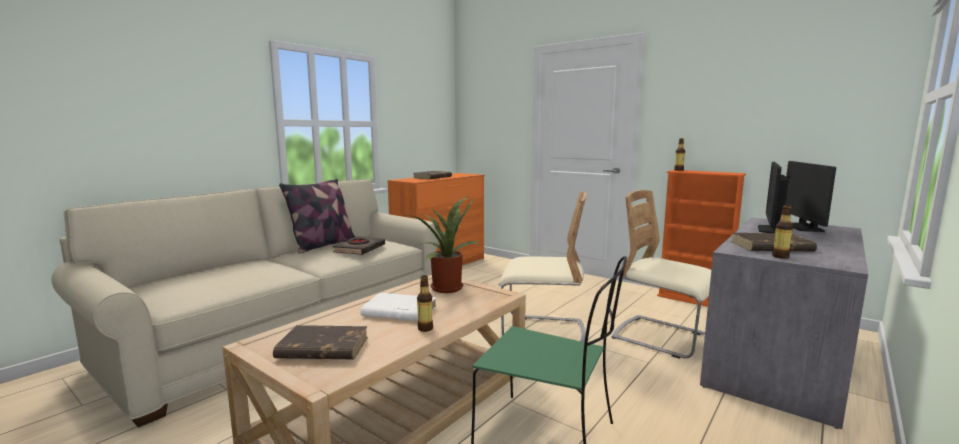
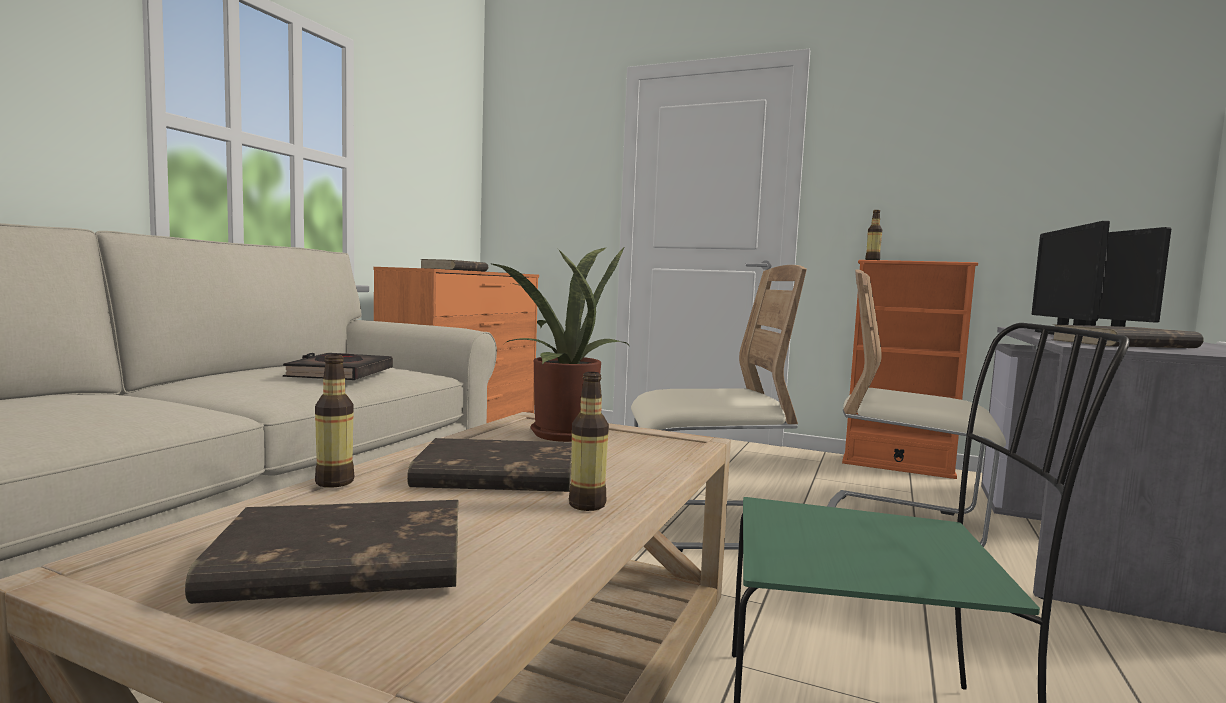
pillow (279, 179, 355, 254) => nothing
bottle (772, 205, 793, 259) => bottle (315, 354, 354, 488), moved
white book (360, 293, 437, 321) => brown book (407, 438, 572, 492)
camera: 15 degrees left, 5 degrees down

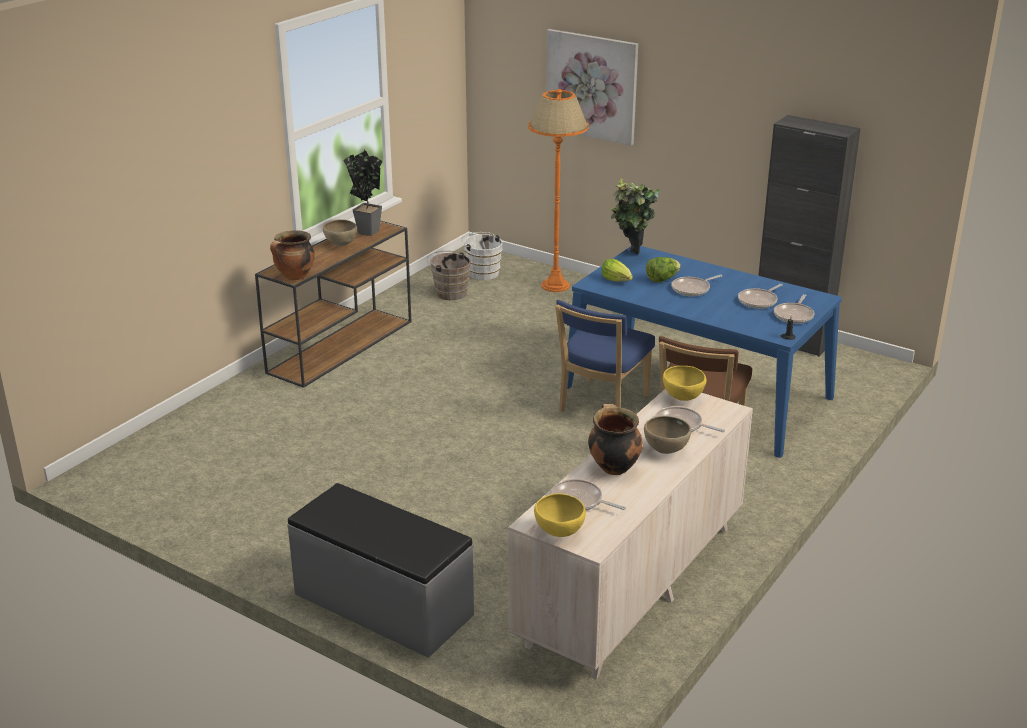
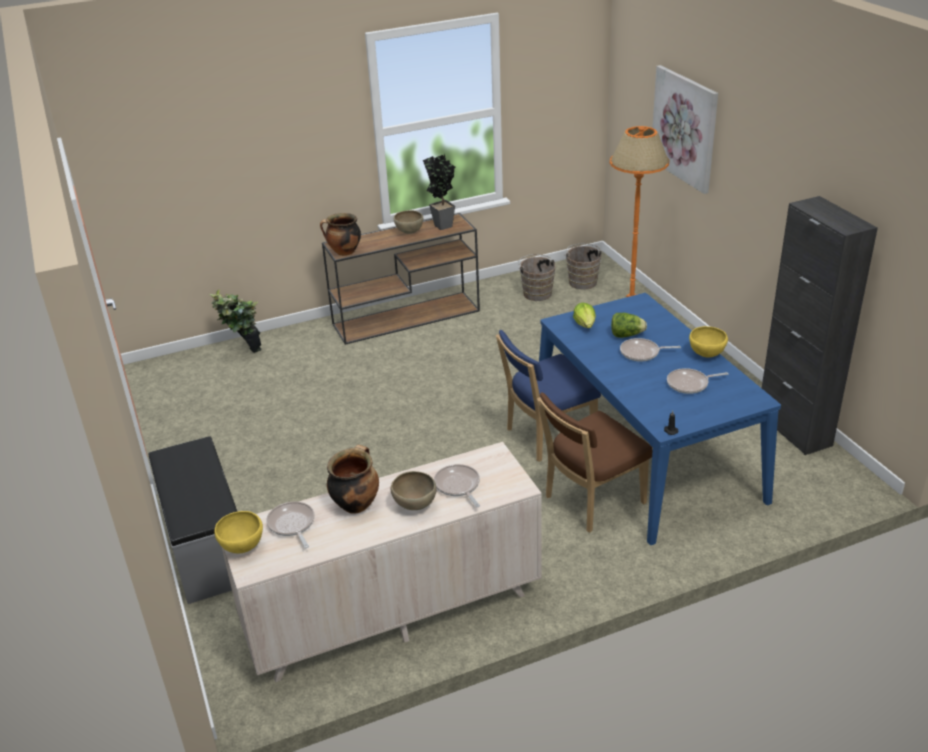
potted plant (610, 179, 660, 254) => potted plant (210, 290, 261, 353), moved
white bucket (461, 232, 503, 280) => brown bucket (564, 243, 603, 290)
frying pan (774, 294, 814, 324) => nothing
yellow bowl (663, 366, 707, 401) => yellow bowl (689, 326, 728, 358), moved
camera: 35 degrees right, 5 degrees up

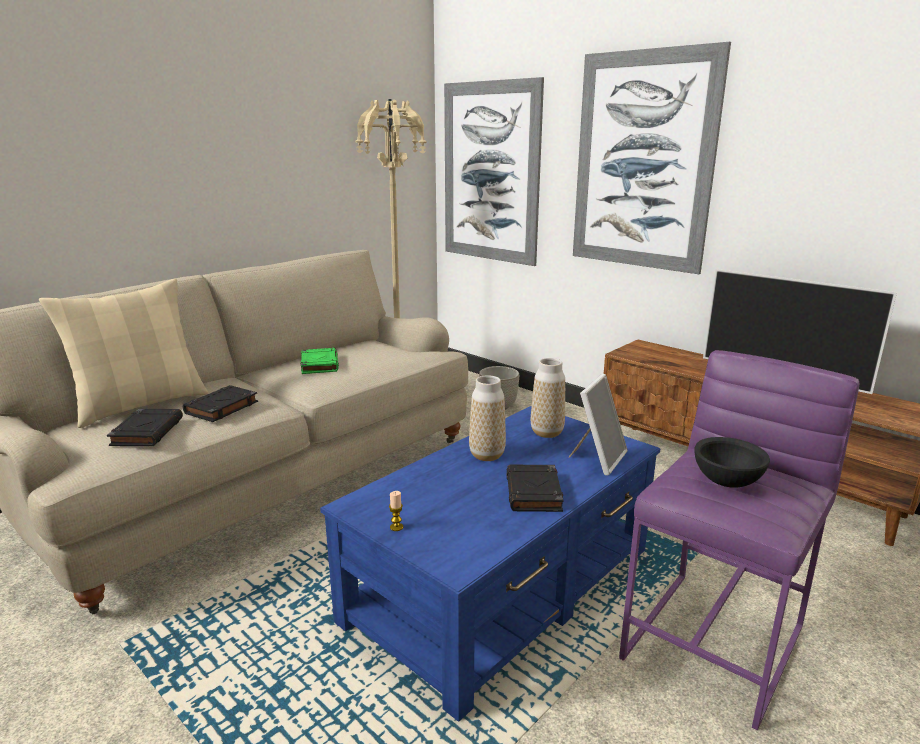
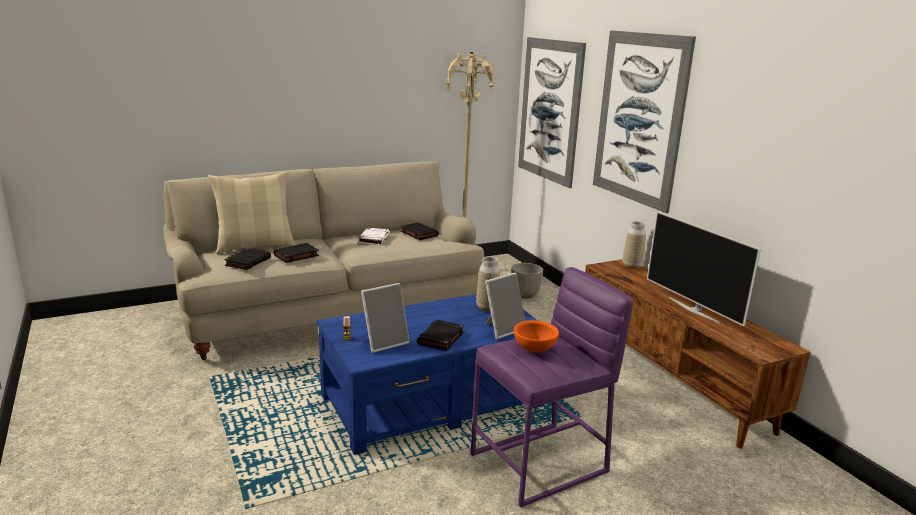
green book (300, 348, 339, 374) => white book (358, 228, 391, 245)
vase (469, 375, 506, 461) => vase (623, 221, 646, 269), moved
black bowl (694, 437, 770, 488) => orange bowl (514, 320, 559, 353)
nothing => black book (401, 222, 439, 240)
nothing => picture frame (361, 283, 410, 353)
camera: 20 degrees right, 0 degrees up

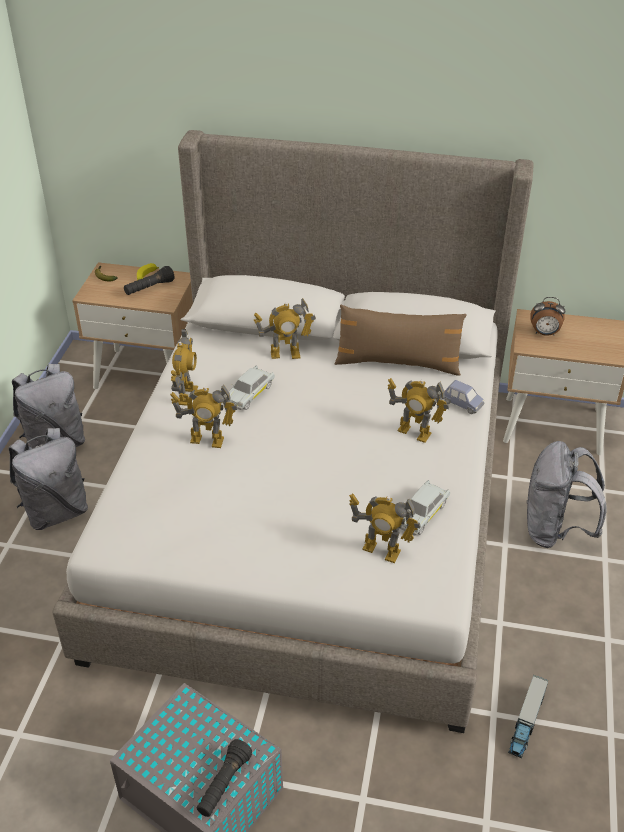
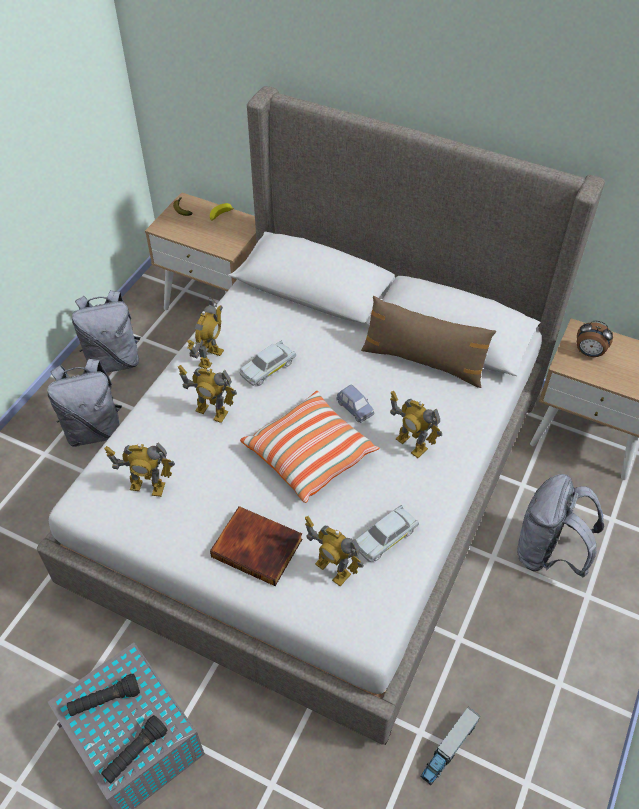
black flashlight (124, 266, 174, 295) => black flashlight (67, 674, 140, 716), moved
toy robot (254, 298, 316, 359) => toy robot (104, 442, 175, 497), moved
blue toy car (443, 380, 485, 414) => blue toy car (336, 384, 375, 423), moved
nothing => pillow (240, 391, 379, 503)
nothing => book (210, 506, 302, 586)
camera: 15 degrees right, 10 degrees up

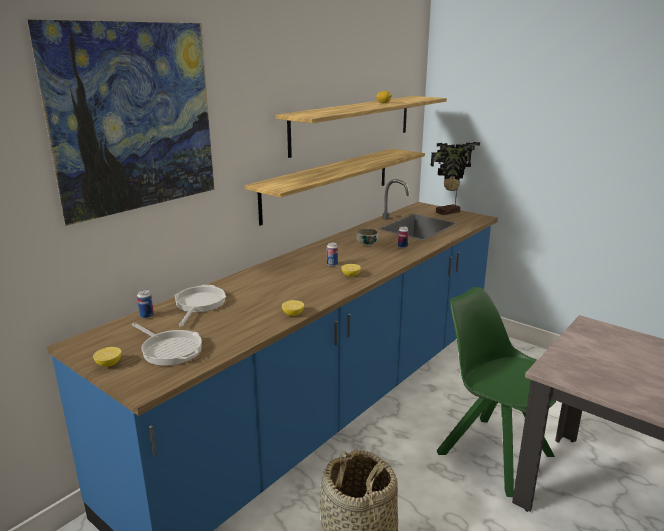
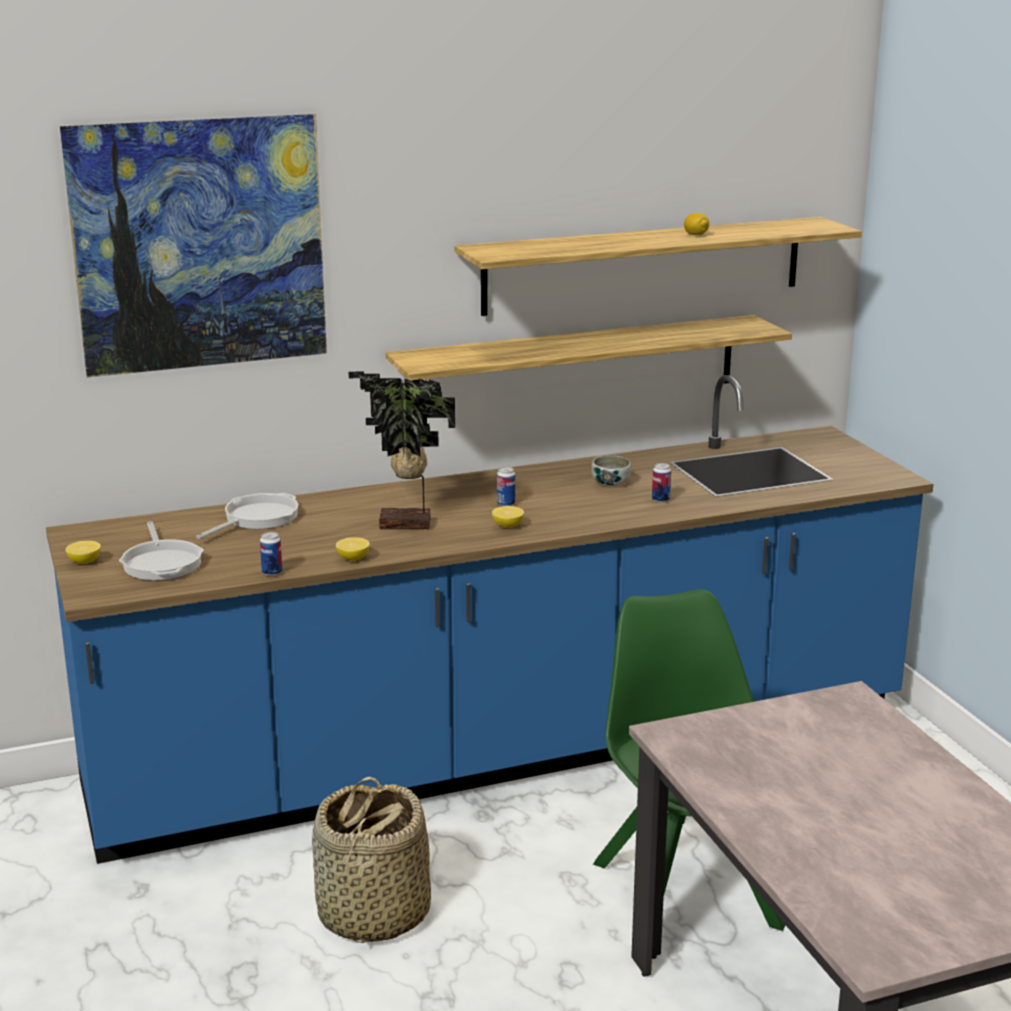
potted plant (431, 142, 480, 215) => potted plant (349, 372, 455, 529), moved
can (137, 290, 154, 319) => can (260, 532, 282, 576), moved
camera: 30 degrees right, 0 degrees up

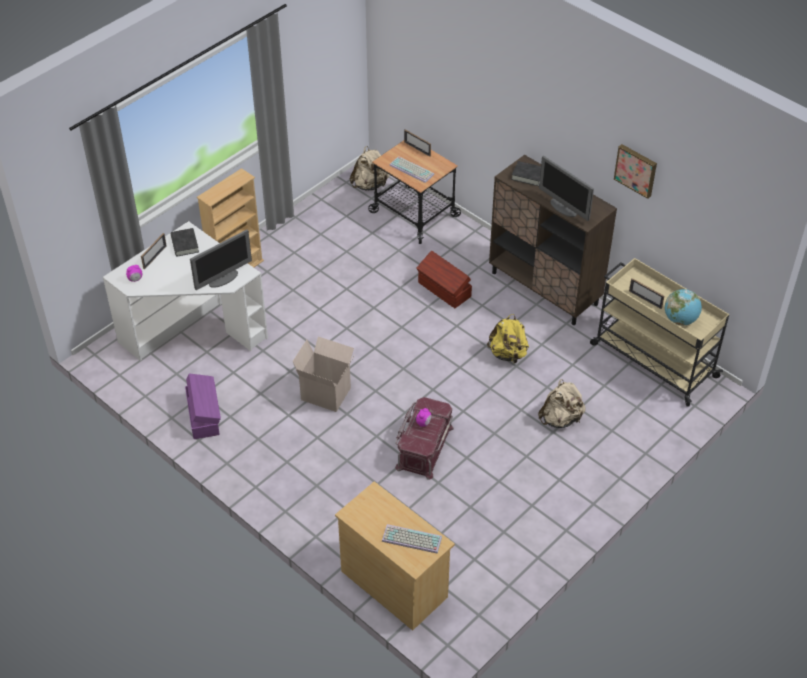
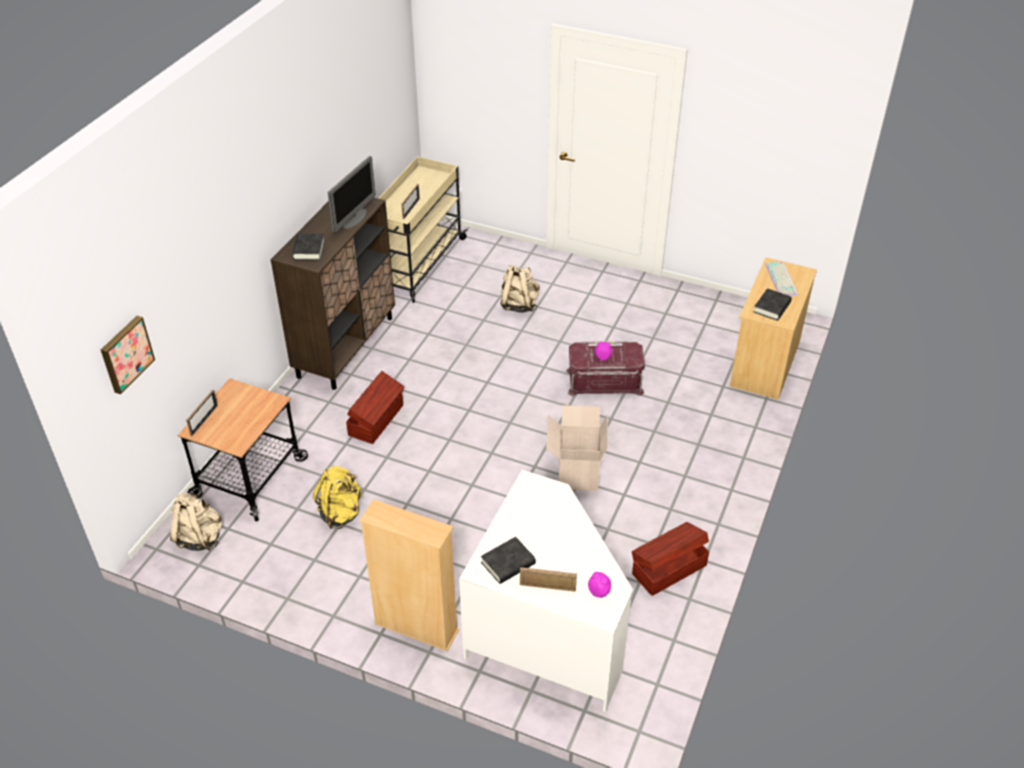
picture (614, 144, 657, 199) => picture (101, 316, 155, 394), moved
keyboard (389, 156, 434, 183) => nothing
monitor (190, 230, 252, 290) => nothing
globe (665, 289, 702, 326) => nothing
yellow backpack (487, 314, 529, 363) => yellow backpack (313, 466, 363, 529), moved
purple storage box (185, 374, 221, 439) => brown storage box (632, 522, 709, 596)
nothing => black book (754, 288, 792, 321)
camera: 110 degrees left, 5 degrees down

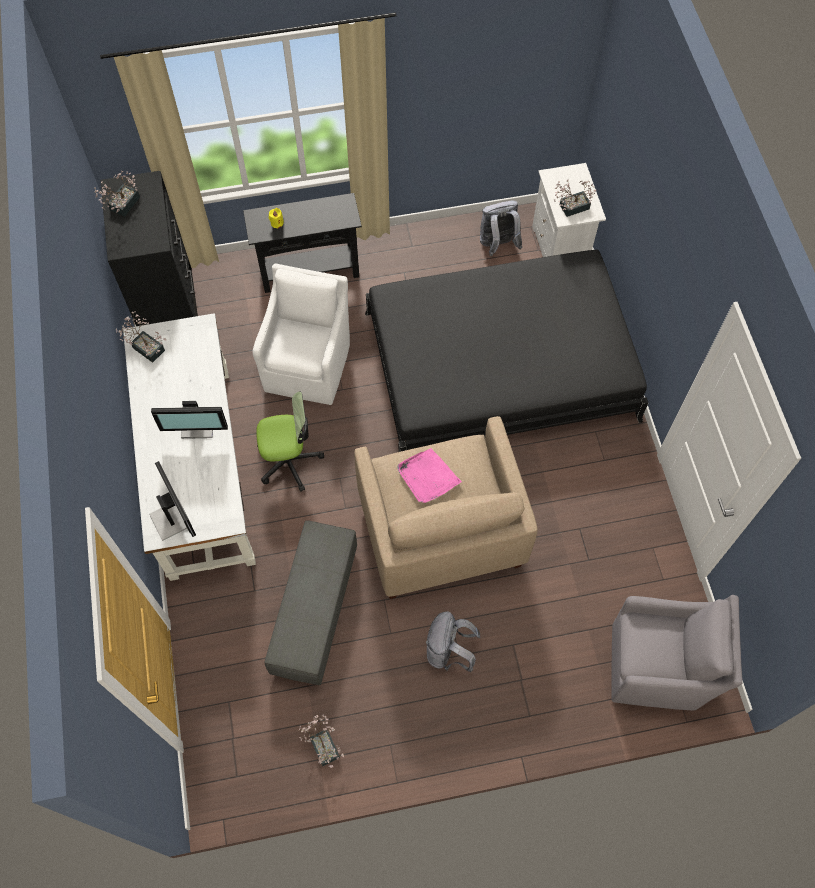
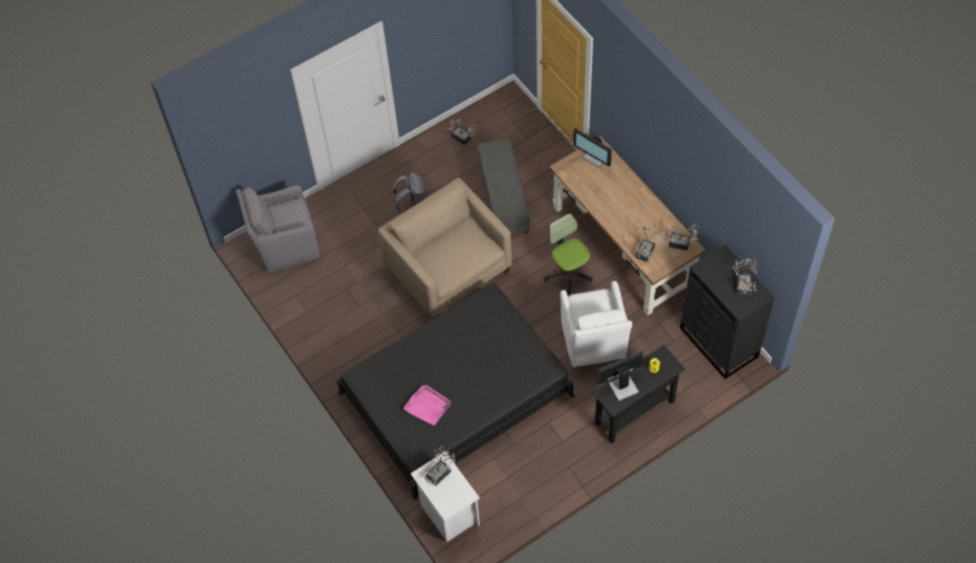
grey backpack (480, 200, 523, 256) => nothing
white desk (123, 313, 256, 581) => brown desk (549, 136, 706, 315)
office chair (256, 391, 324, 491) => office chair (544, 214, 593, 295), 90 degrees clockwise
monitor (151, 401, 228, 439) => monitor (598, 351, 644, 401), moved
pink tray (398, 448, 462, 503) => pink tray (404, 385, 451, 425), moved
nothing => potted plant (635, 224, 660, 262)
camera: 160 degrees right, 5 degrees down

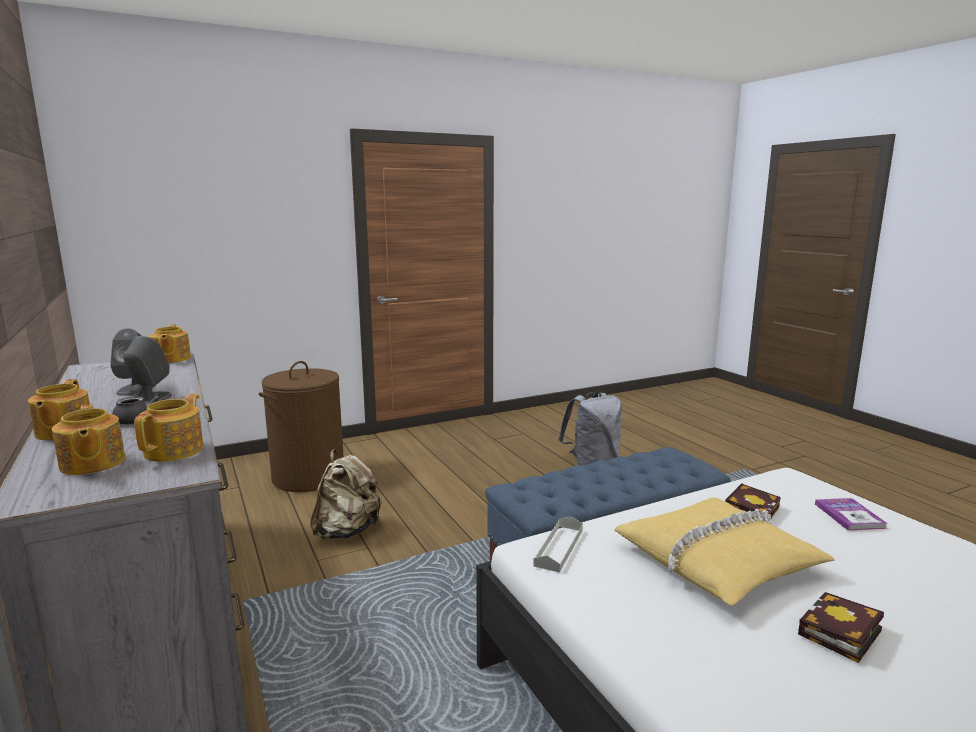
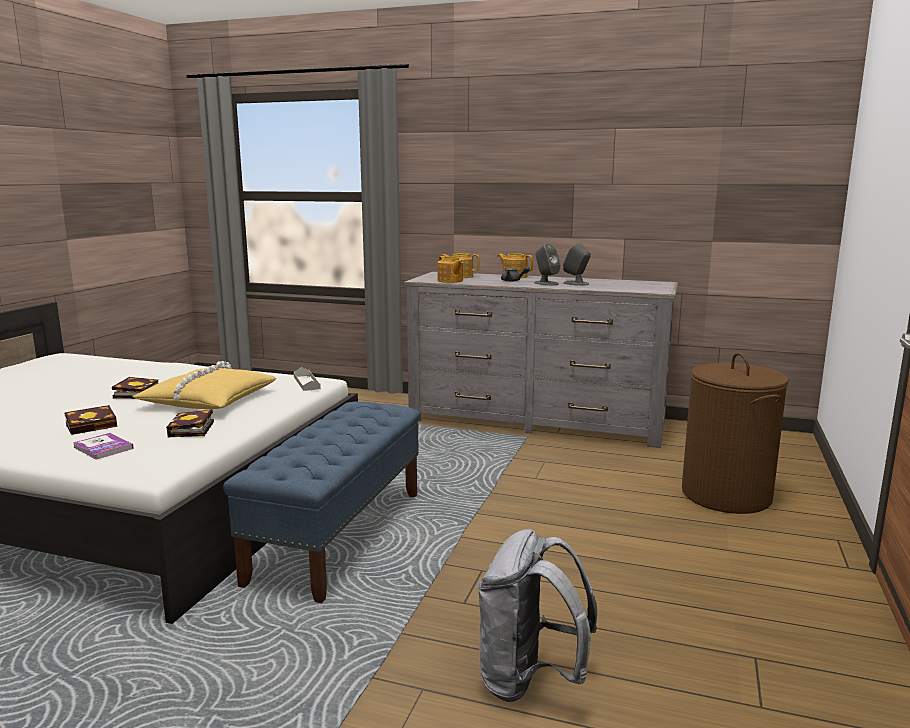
teapot (150, 325, 191, 363) => nothing
beige backpack (310, 449, 382, 539) => nothing
nothing => book (64, 405, 117, 435)
camera: 135 degrees right, 0 degrees up

